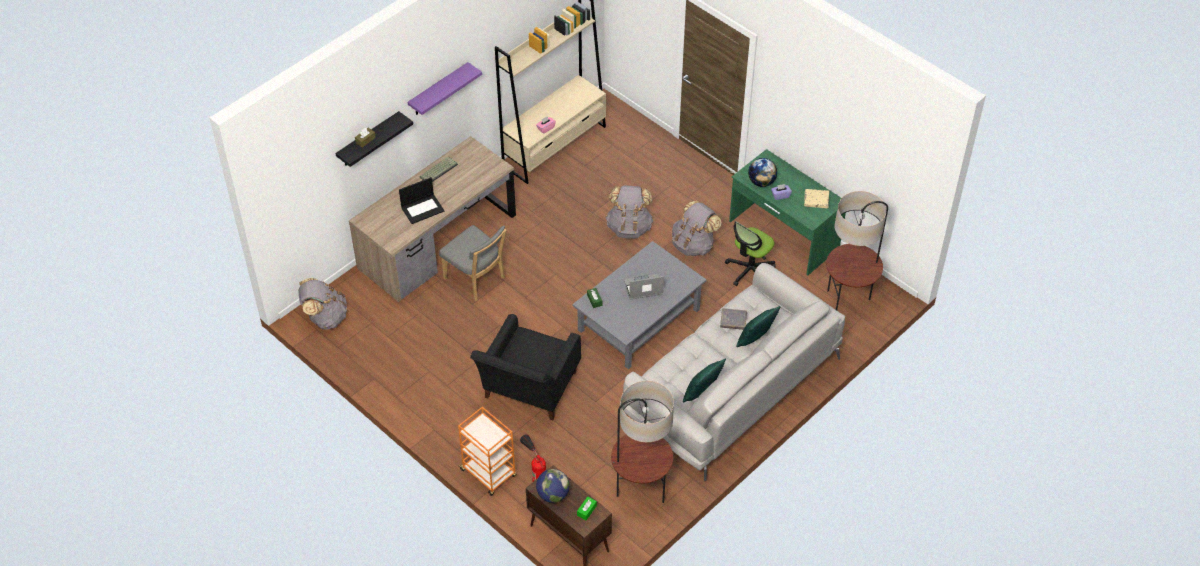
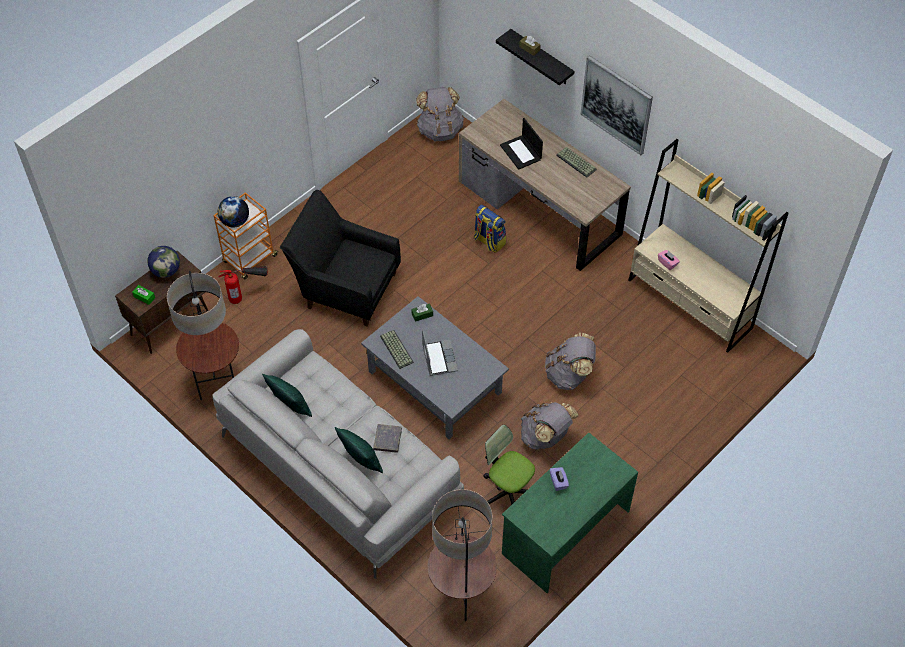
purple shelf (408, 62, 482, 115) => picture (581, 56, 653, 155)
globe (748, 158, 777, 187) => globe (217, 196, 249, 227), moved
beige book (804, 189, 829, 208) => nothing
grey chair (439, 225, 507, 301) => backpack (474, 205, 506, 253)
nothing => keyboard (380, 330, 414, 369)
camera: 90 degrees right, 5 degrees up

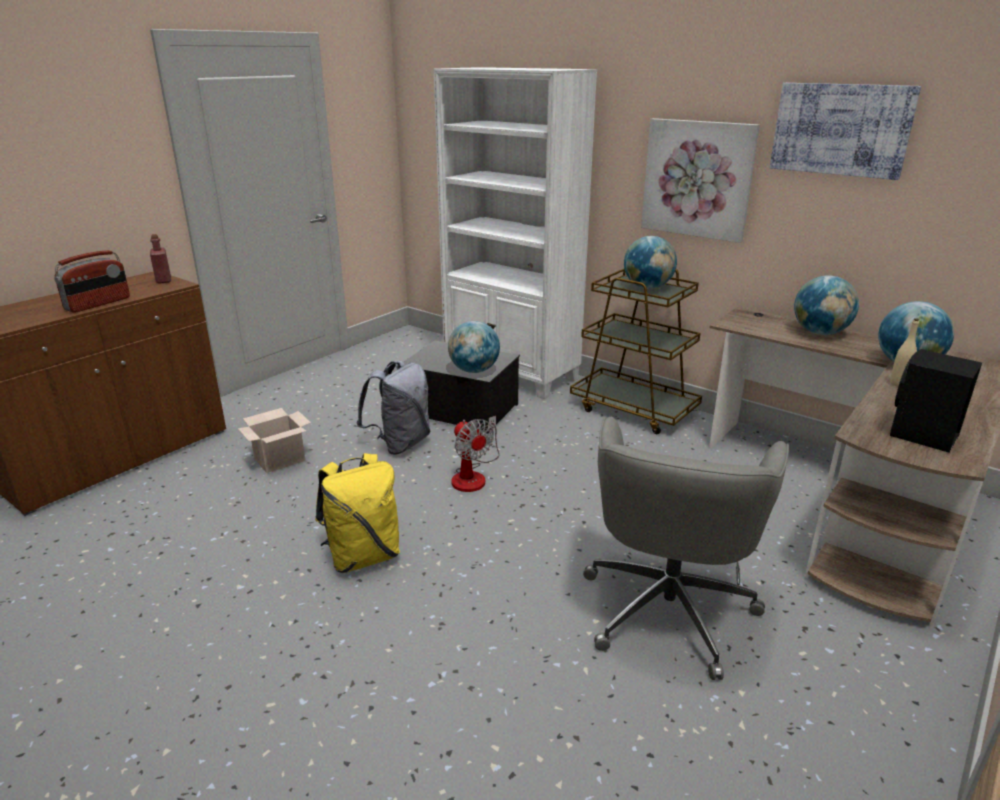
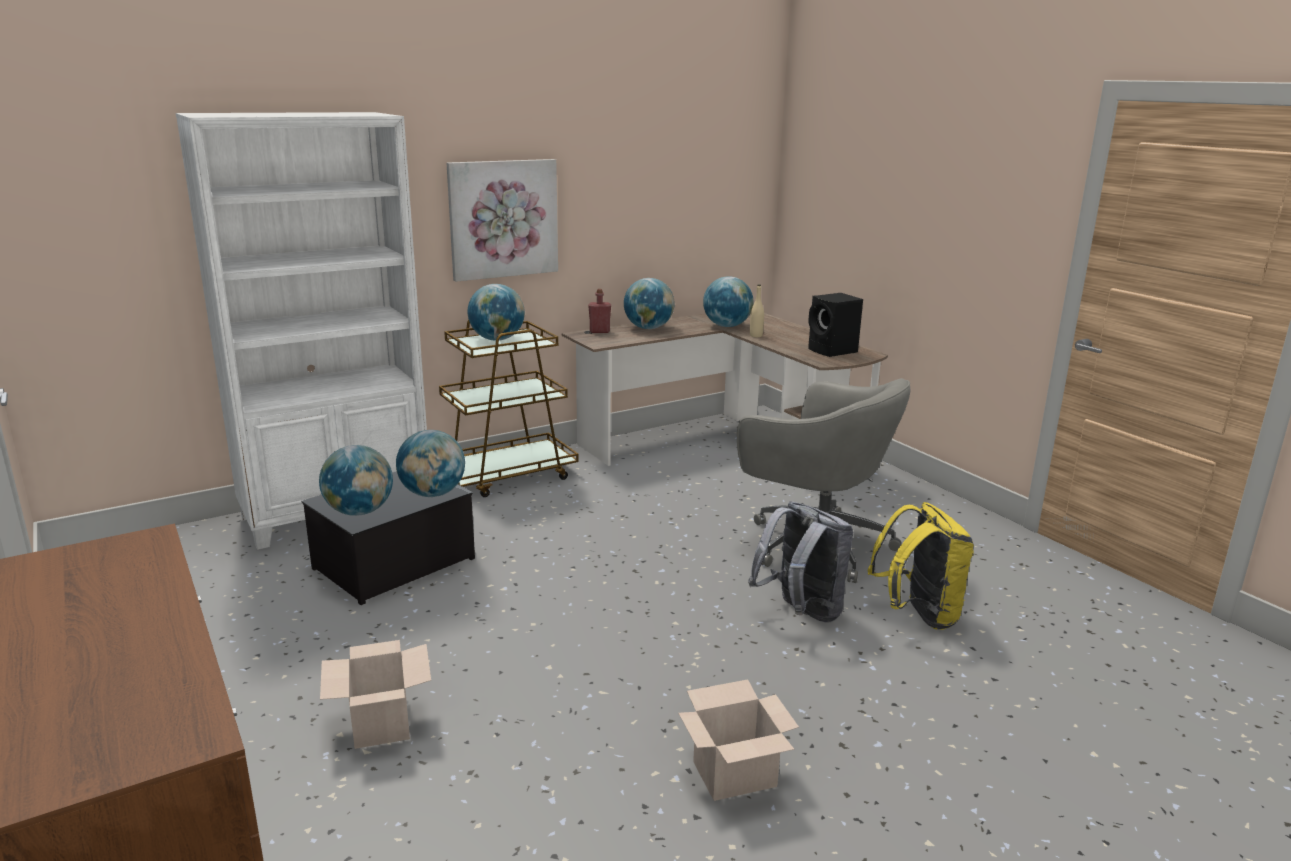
picture (770, 83, 921, 180) => nothing
red bottle (150, 234, 171, 284) => red bottle (588, 289, 611, 333), moved
radio (54, 250, 130, 313) => nothing
grey backpack (357, 361, 430, 455) => grey backpack (748, 501, 853, 623), moved
fan (451, 416, 500, 492) => nothing
yellow backpack (315, 453, 400, 573) => yellow backpack (868, 502, 974, 630), moved
nothing => globe (319, 445, 393, 516)
nothing => cardboard box (678, 679, 799, 801)
camera: 70 degrees left, 5 degrees down

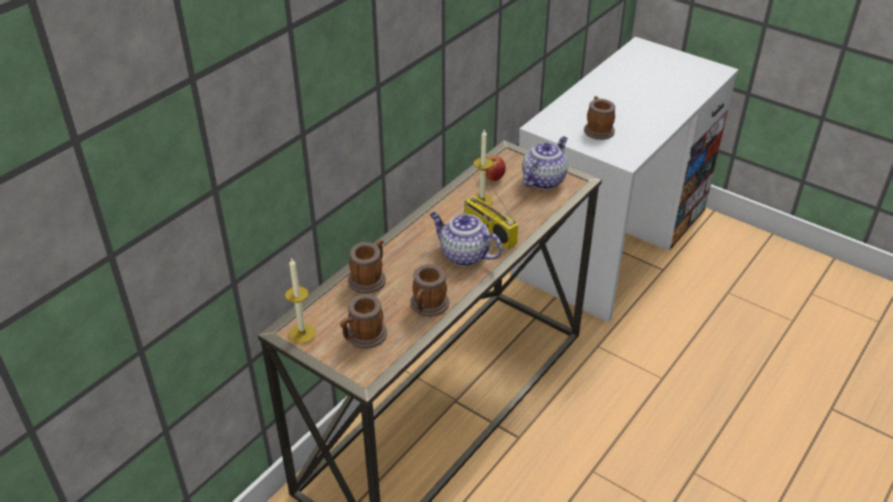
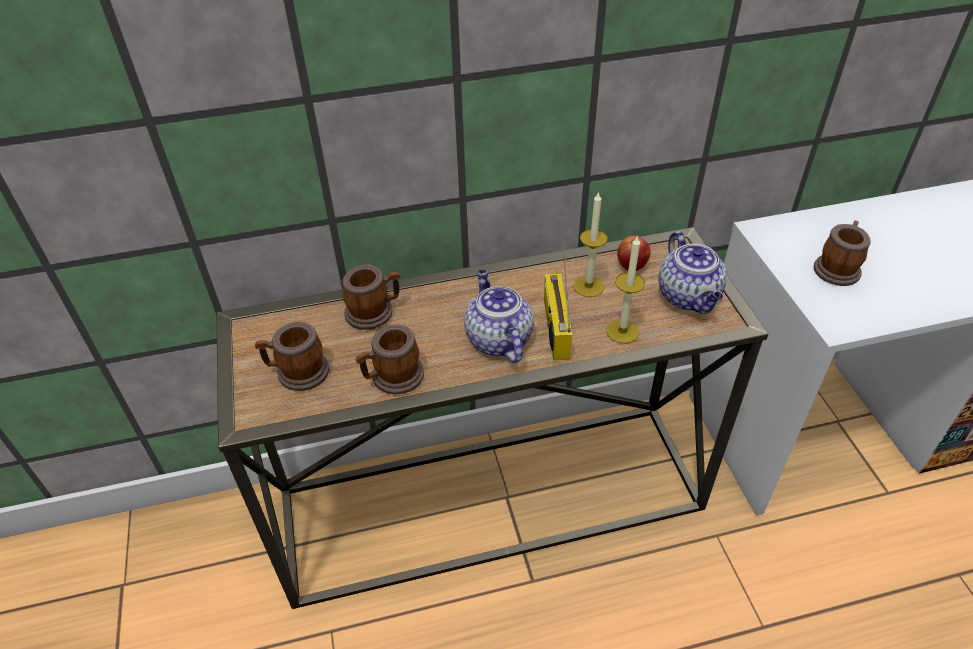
teapot (522, 137, 568, 190) => teapot (659, 231, 727, 314), 90 degrees clockwise
candle (285, 257, 316, 343) => candle (606, 235, 645, 344), moved
camera: 40 degrees right, 5 degrees up

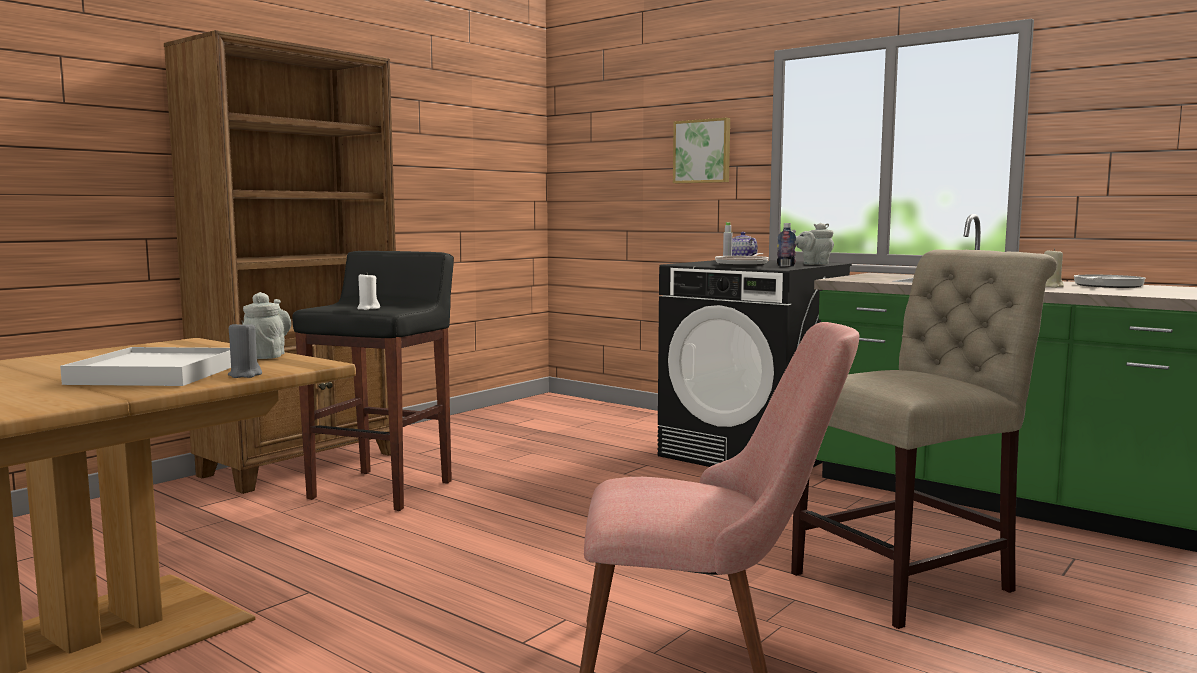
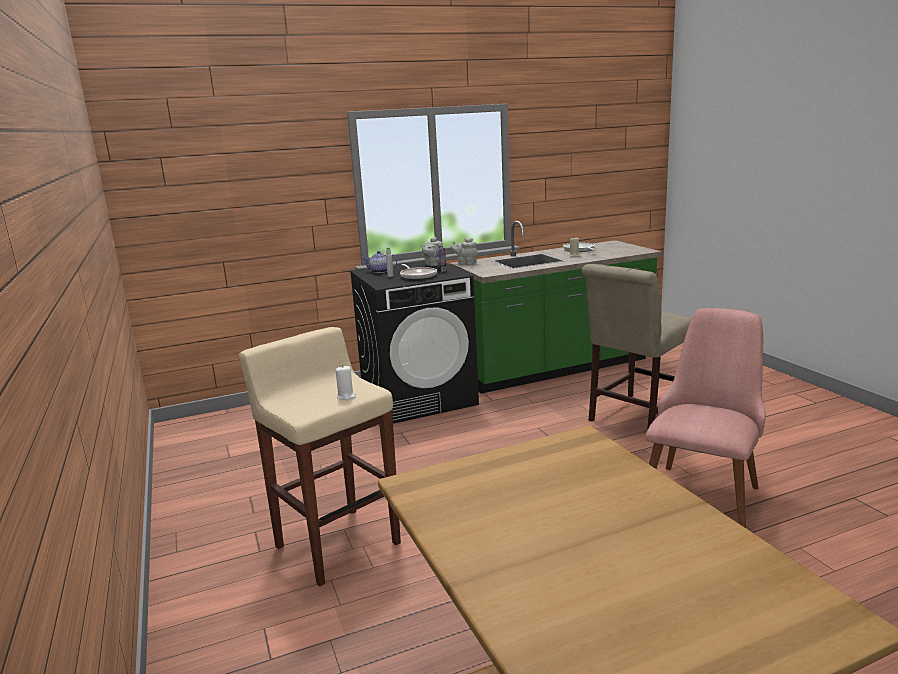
brown bookcase (164, 30, 396, 494) => nothing
picture (673, 118, 730, 183) => nothing
beige chair (791, 249, 1057, 629) => beige chair (582, 264, 692, 430), 135 degrees counterclockwise
black stool (293, 251, 454, 511) => beige stool (239, 327, 401, 586)
grey teapot (243, 292, 291, 359) => grey teapot (451, 238, 478, 265), moved
grey candle (228, 320, 262, 378) => nothing
white tray (60, 347, 231, 386) => nothing
camera: 60 degrees left, 10 degrees up

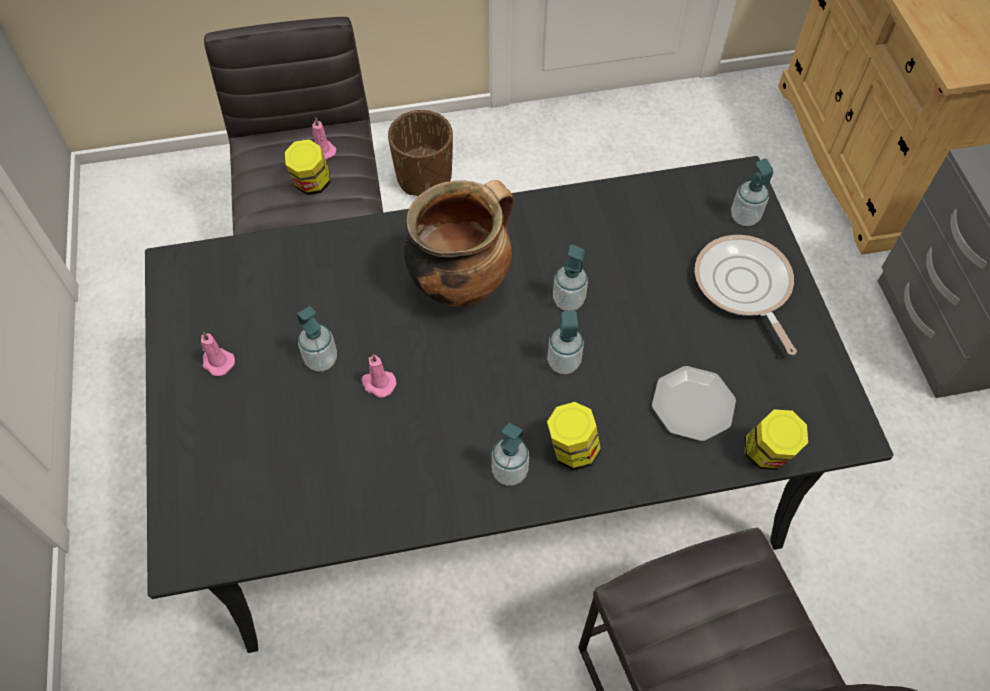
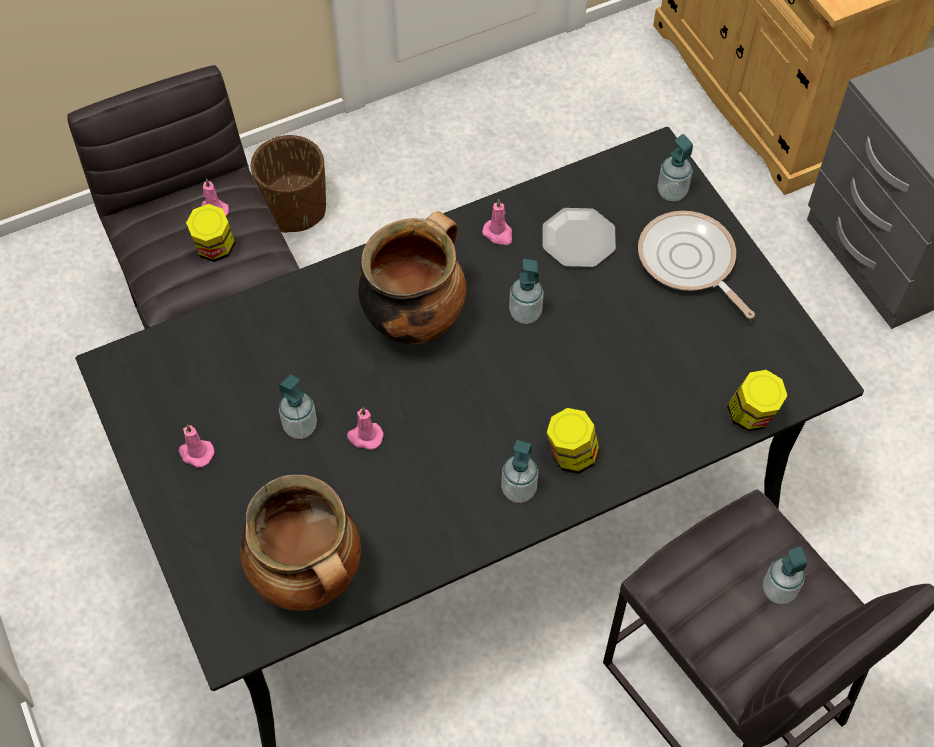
soap dispenser (547, 310, 584, 374) => soap dispenser (763, 547, 807, 604), moved
plate (652, 366, 736, 441) => plate (543, 208, 616, 267), moved
nothing => pink candle (482, 199, 512, 245)
nothing => cooking pot (240, 474, 361, 611)
camera: 15 degrees left, 0 degrees up

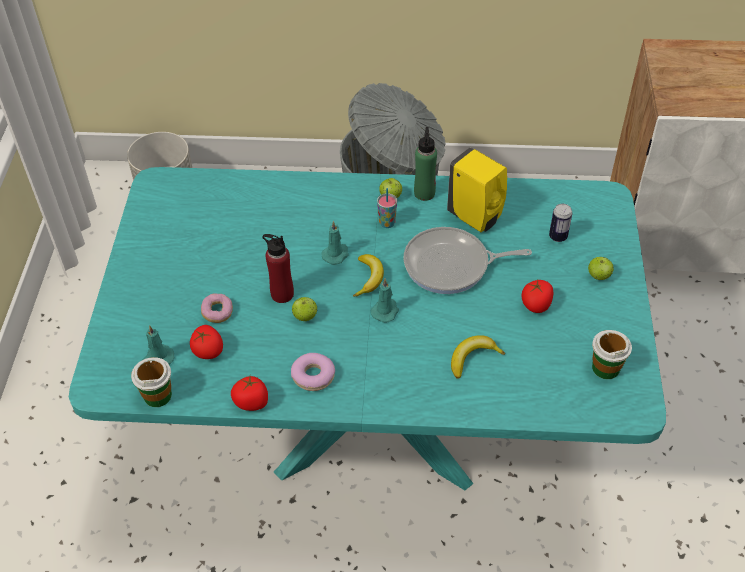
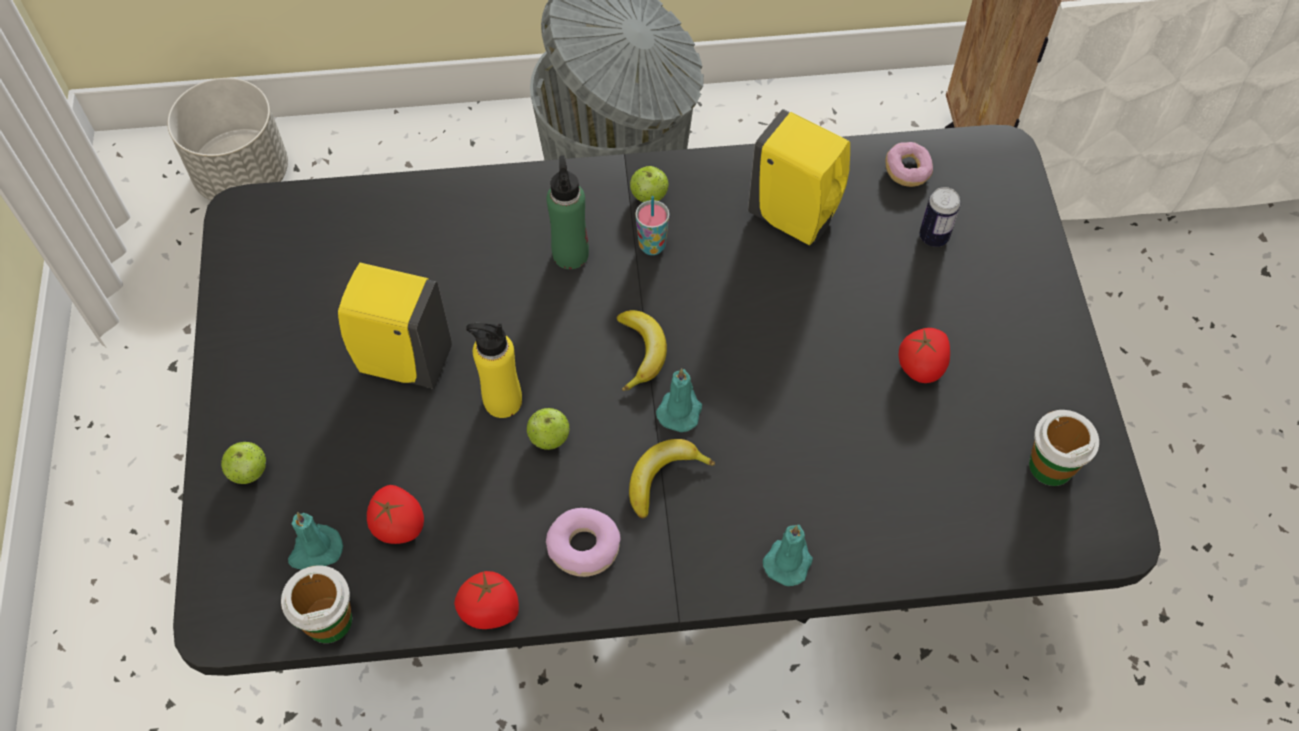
green bottle (414, 127, 437, 201) => green bottle (546, 155, 589, 269), moved
turquoise dining table (69, 167, 666, 490) => black dining table (173, 125, 1161, 676)
turquoise candle (321, 221, 349, 265) => turquoise candle (763, 525, 813, 586), moved
frying pan (403, 227, 532, 294) => nothing
red bottle (262, 234, 294, 303) => yellow bottle (466, 323, 522, 418)
apple (588, 257, 613, 280) => apple (221, 441, 266, 484), moved
donut (201, 293, 233, 323) => donut (886, 142, 933, 187), moved
banana (451, 335, 505, 379) => banana (629, 439, 715, 519), moved
nothing => yellow soap dispenser (338, 263, 452, 389)
camera: 10 degrees left, 10 degrees up

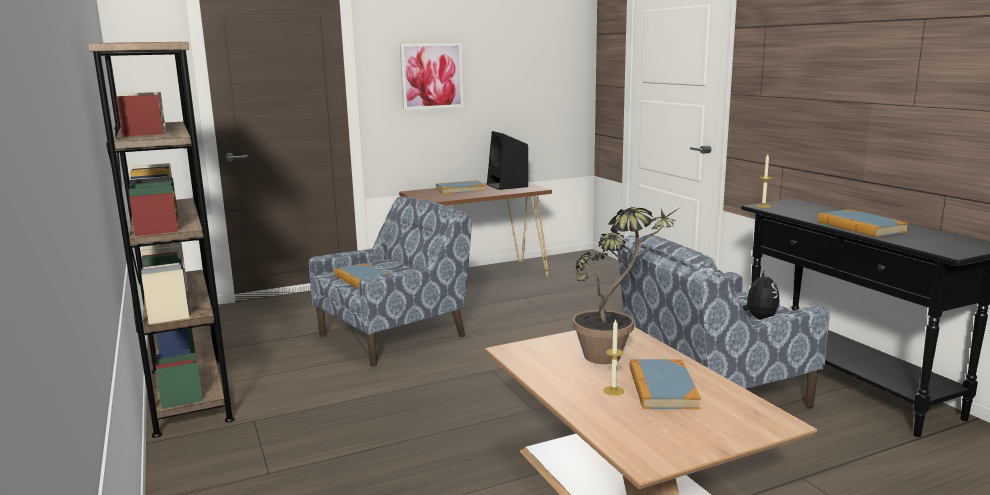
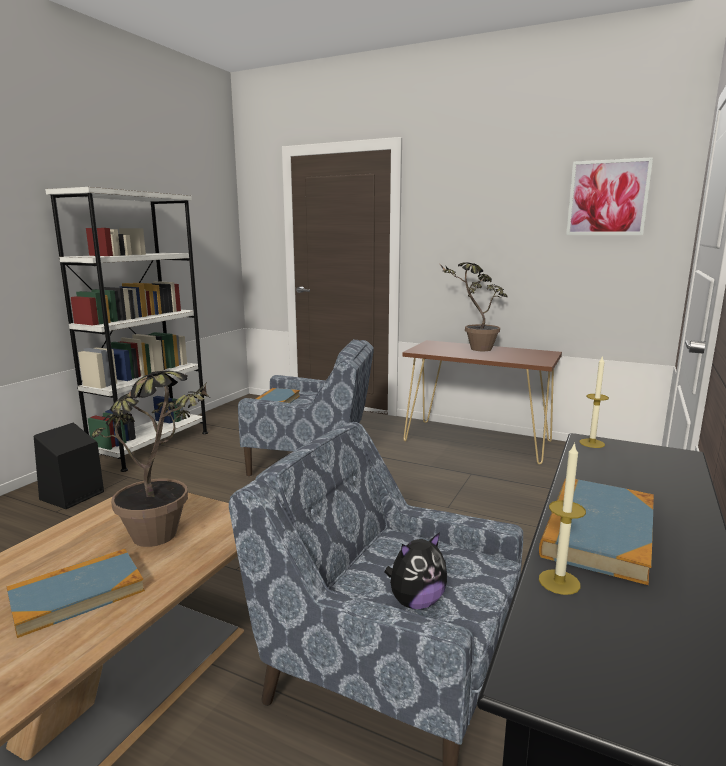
brown bookcase (88, 42, 235, 438) => white bookcase (45, 187, 208, 472)
picture (400, 43, 464, 110) => picture (566, 157, 653, 235), moved
black speaker (487, 131, 528, 190) => black speaker (34, 423, 104, 509), moved
book (436, 180, 486, 194) => potted plant (439, 262, 508, 351)
candle (603, 318, 624, 396) => candle (539, 442, 586, 595), moved
camera: 50 degrees right, 0 degrees up

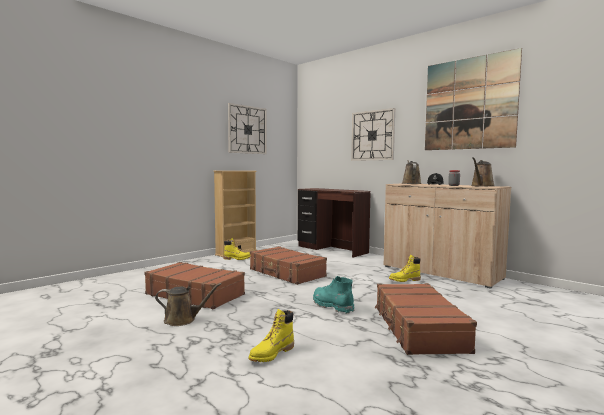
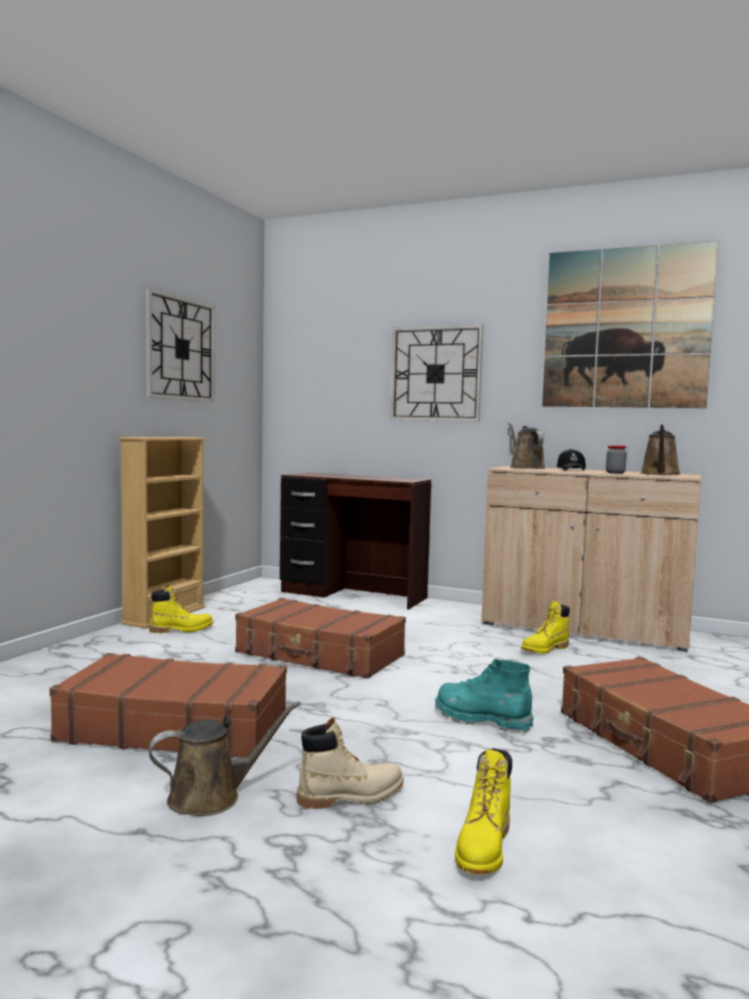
nothing => beige boot (297, 717, 404, 809)
camera: 20 degrees left, 0 degrees up

